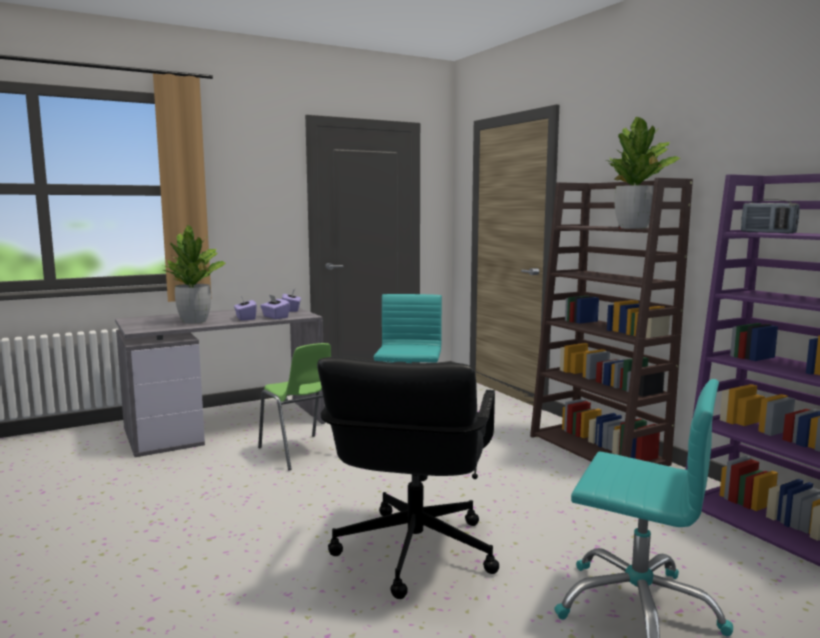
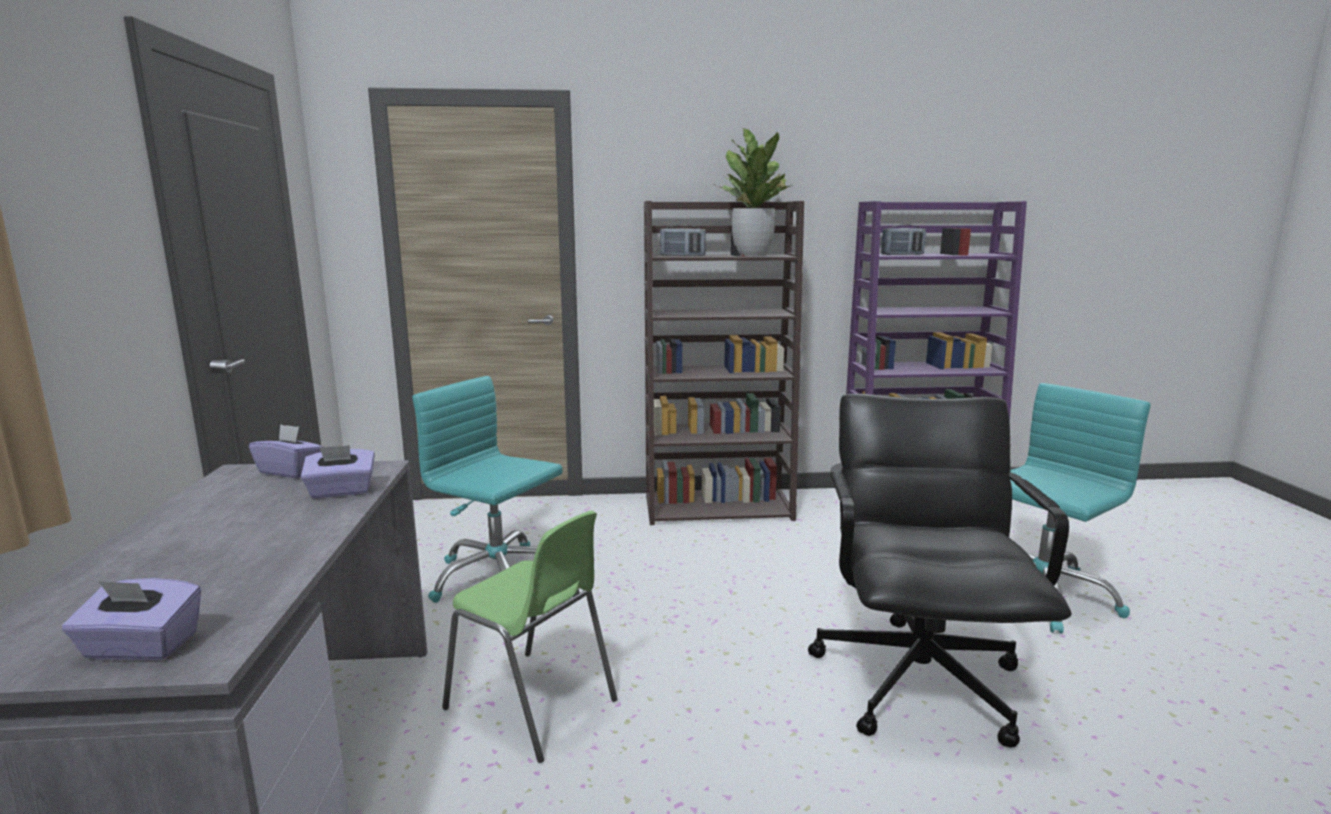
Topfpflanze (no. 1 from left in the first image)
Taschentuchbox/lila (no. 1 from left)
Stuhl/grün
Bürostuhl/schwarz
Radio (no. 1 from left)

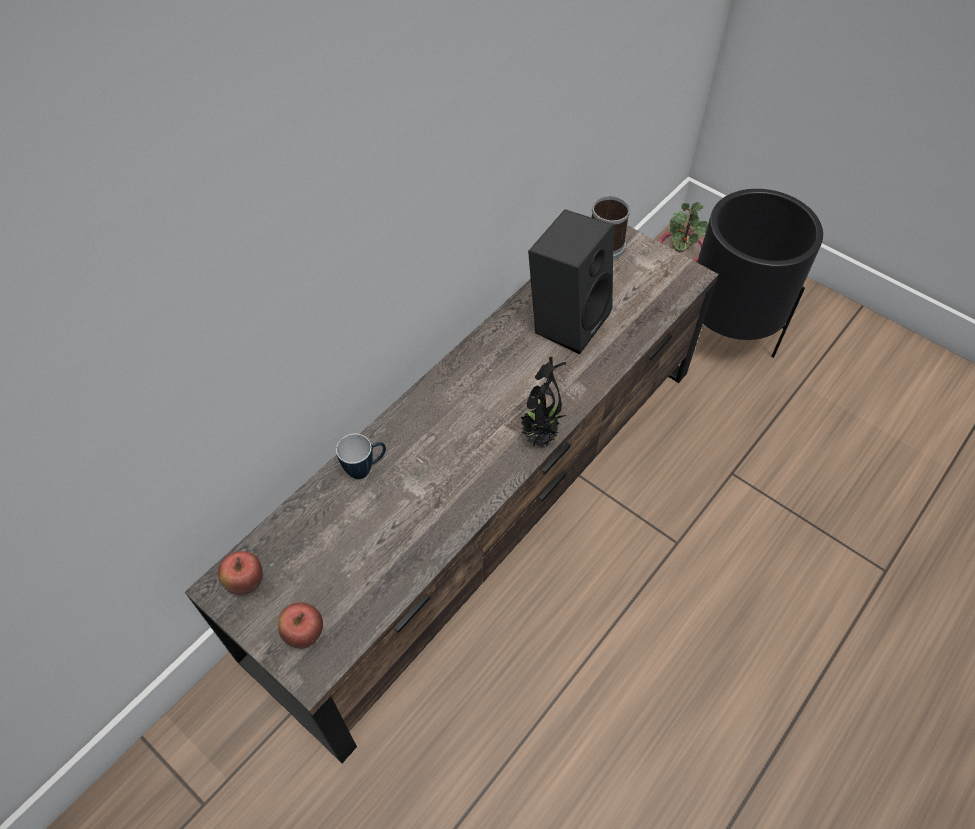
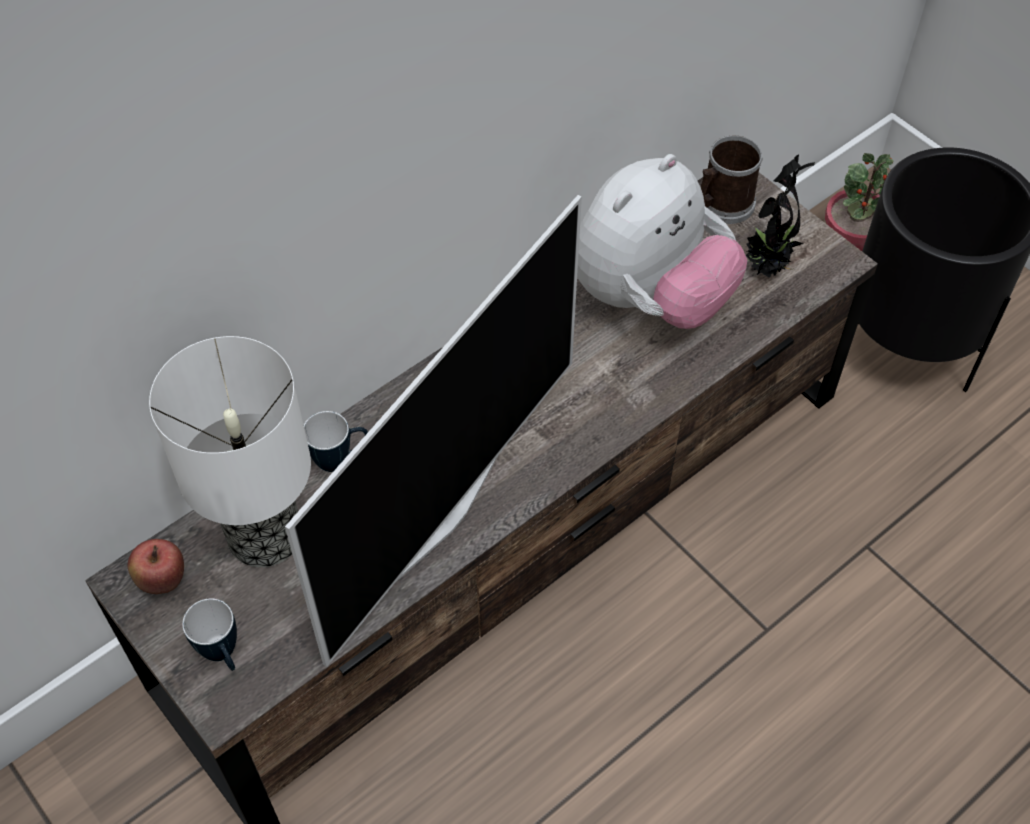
Plüschtier
Topfpflanze (no. 1 from left)
Henkelbecher (no. 1 from left)
Fernseher
Tischlampe

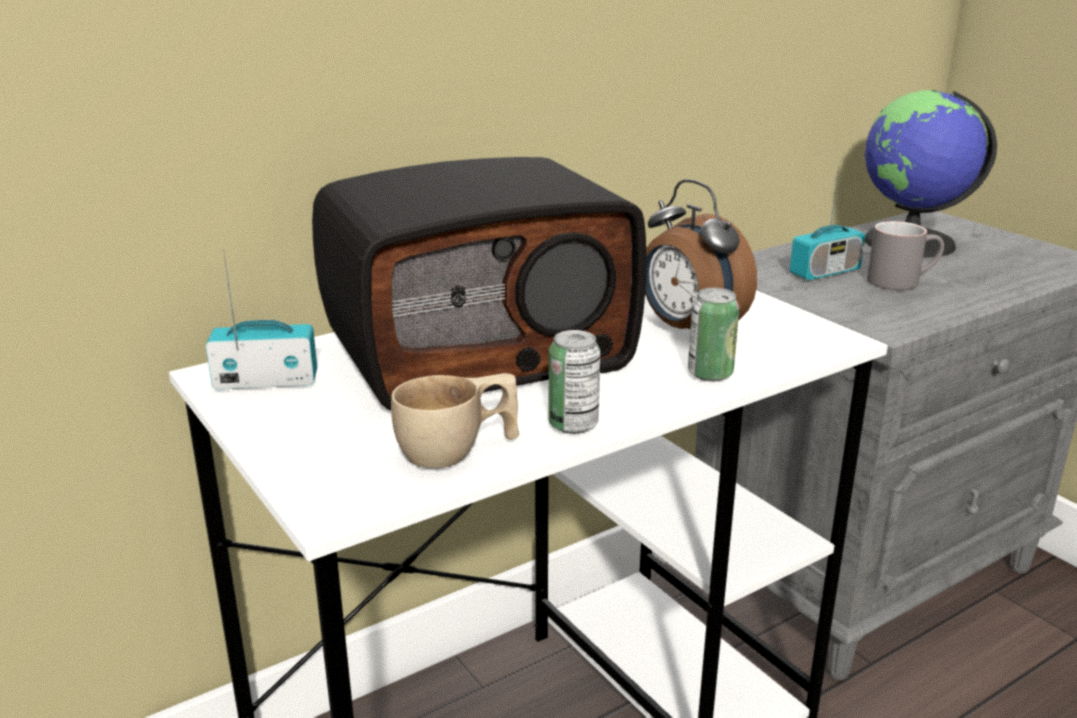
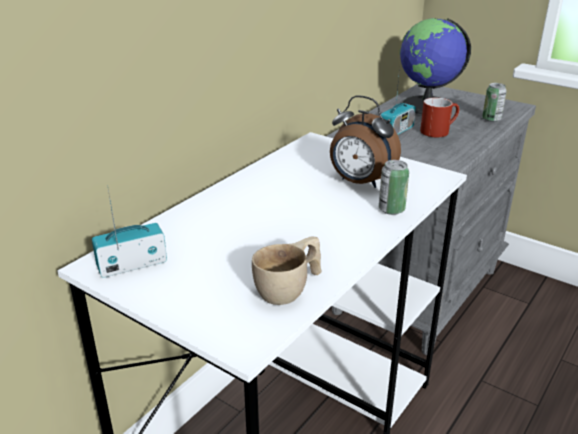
Radio (no. 2 from left in the first image)
Henkelbecher/rot
Dose (no. 2 from left)

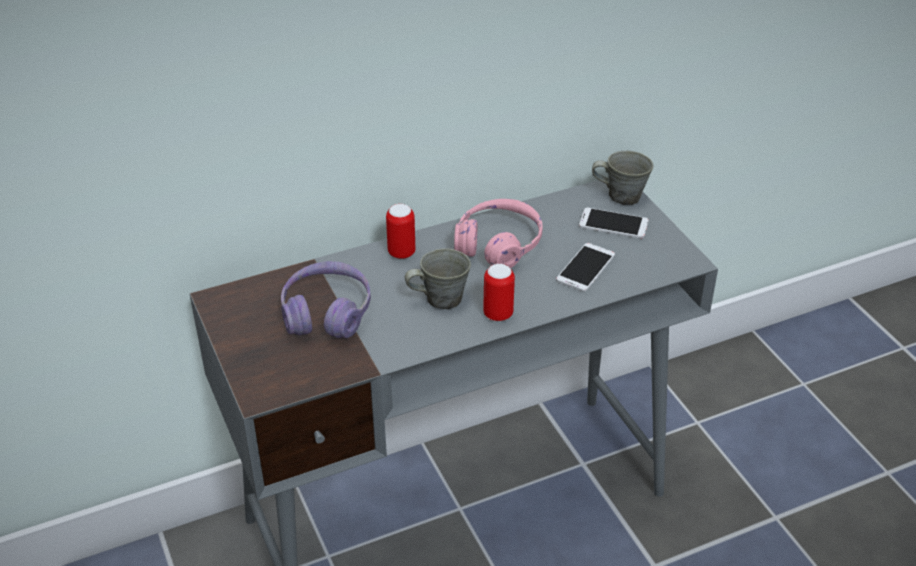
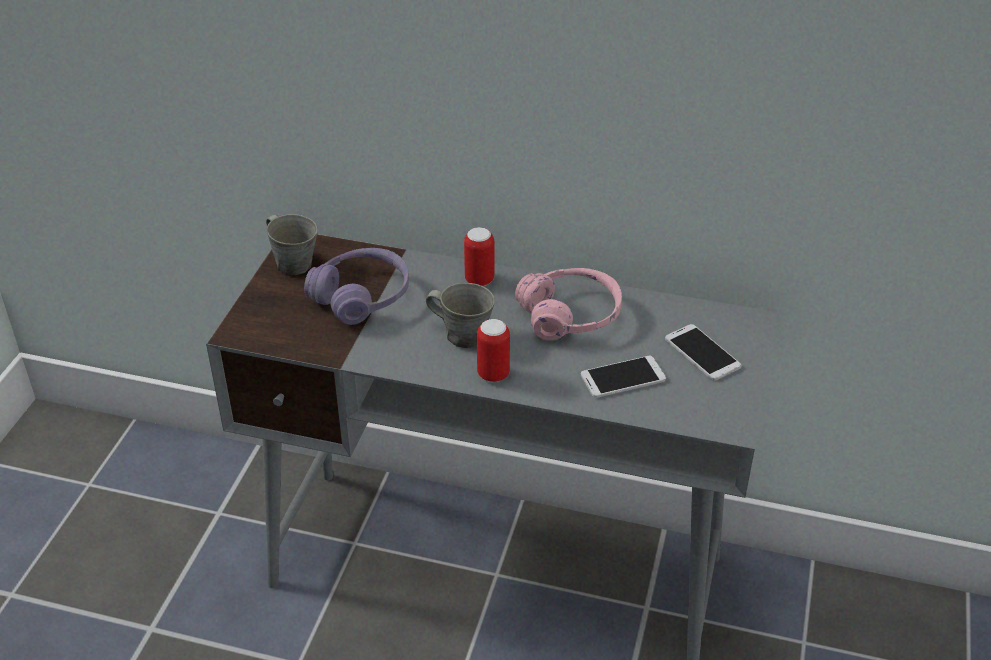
Henkelbecher/grau (no. 1 from left)

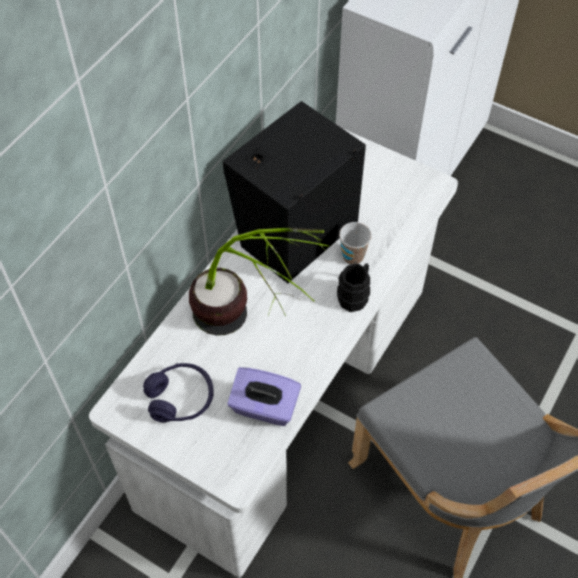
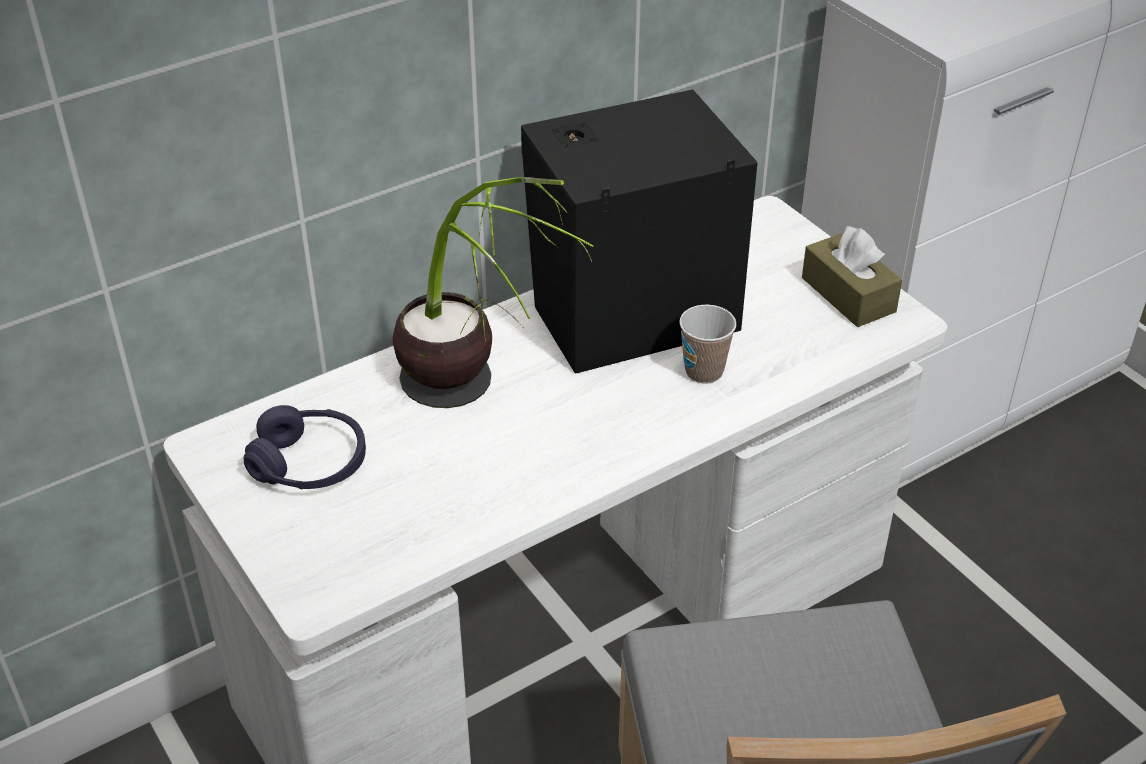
Henkelbecher/schwarz
Taschentuchbox/lila
Taschentuchbox/braun

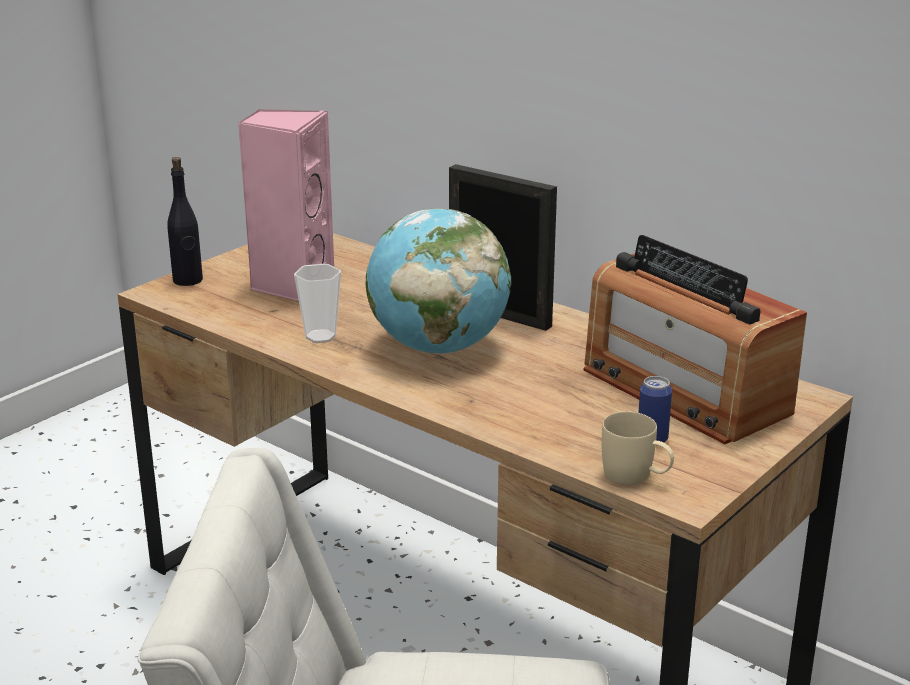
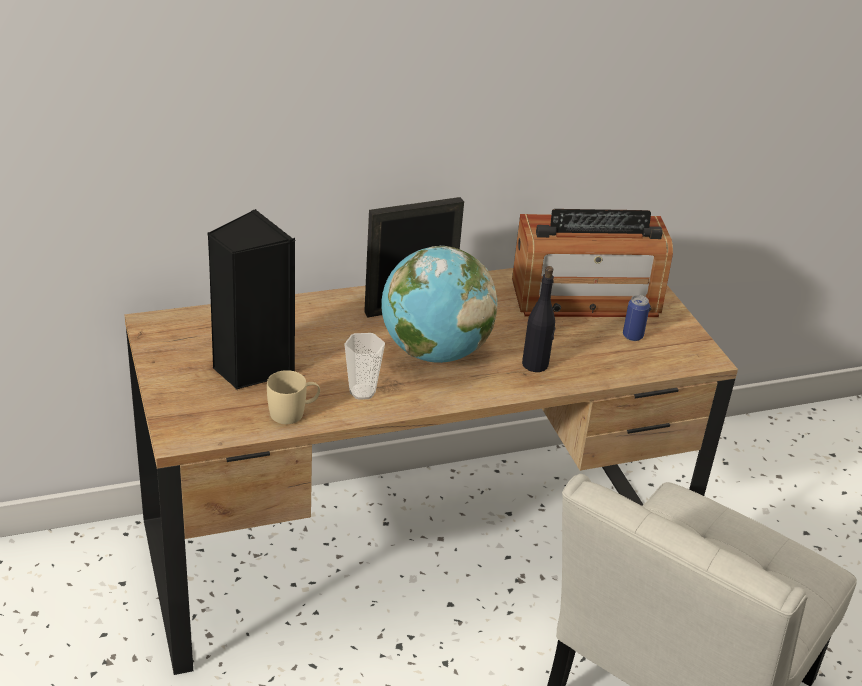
Lautsprecher/schwarz
Flasche/schwarz
Henkelbecher/beige

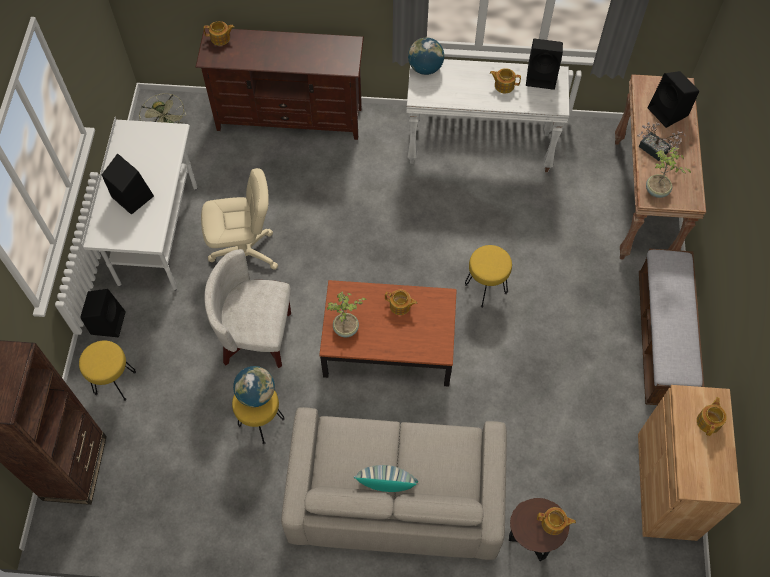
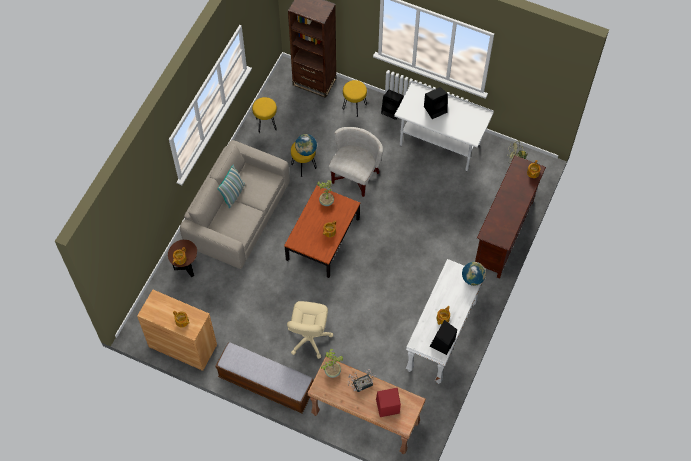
Lautsprecher/rot
Bürostuhl/beige
Hocker/gelb (no. 1 from left)

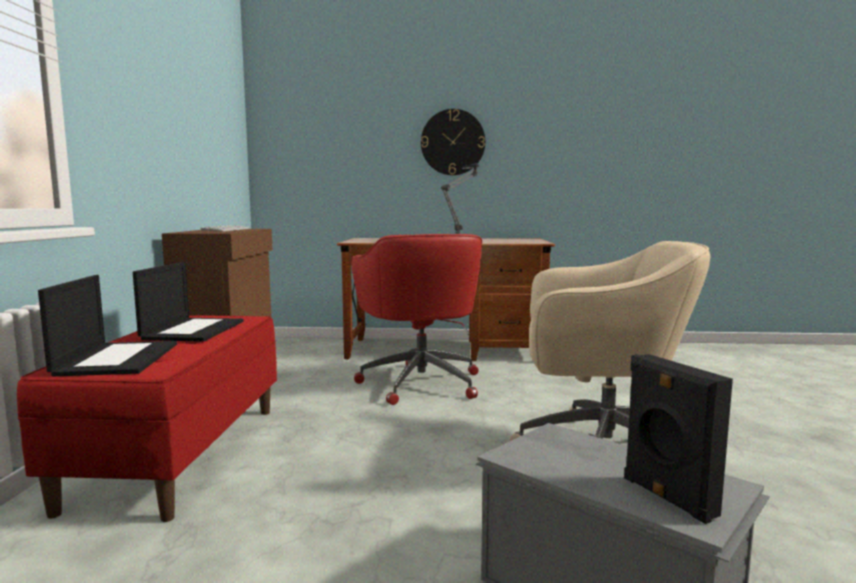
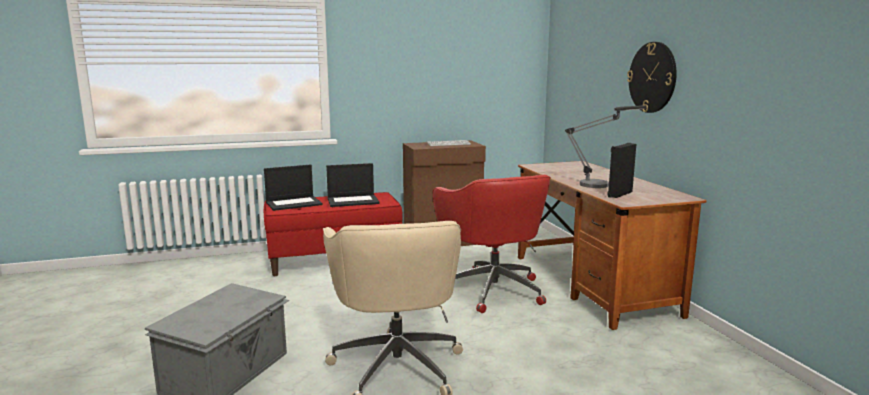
Bürostuhl/rot
Lautsprecher/schwarz

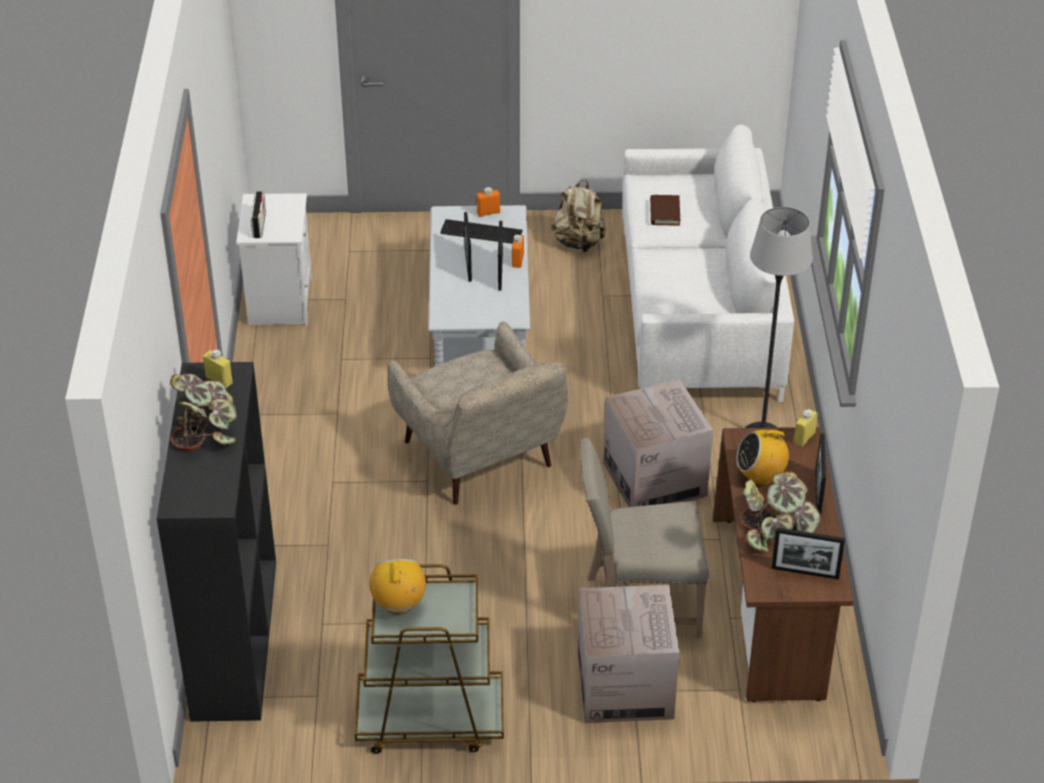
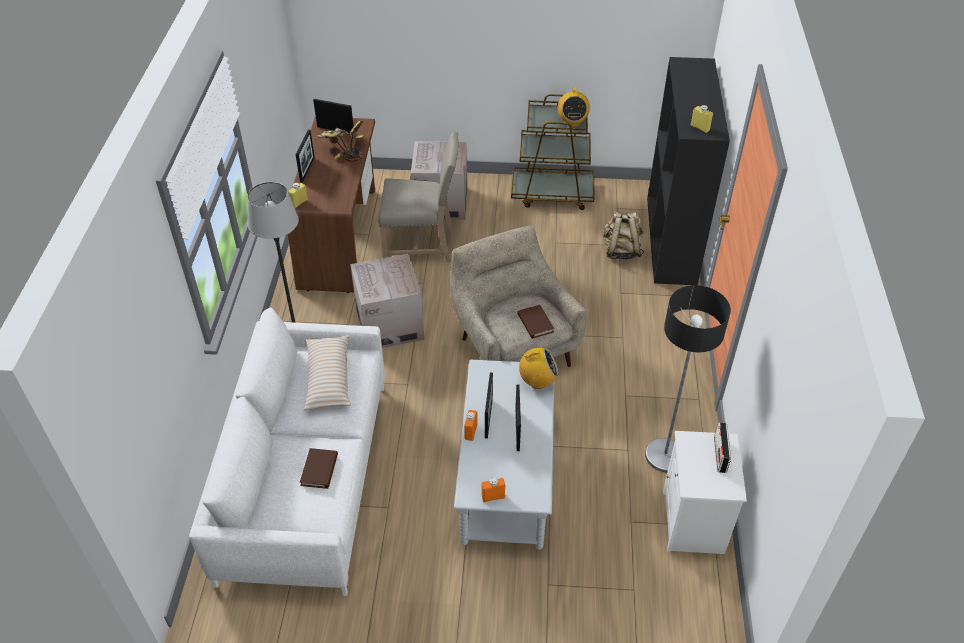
Rucksack/beige
Tastatur
Topfpflanze (no. 1 from left in the first image)
Radio (no. 1 from left)
Stehlampe (no. 2 from left)
Buch/braun (no. 2 from left)
Kissen/beige

